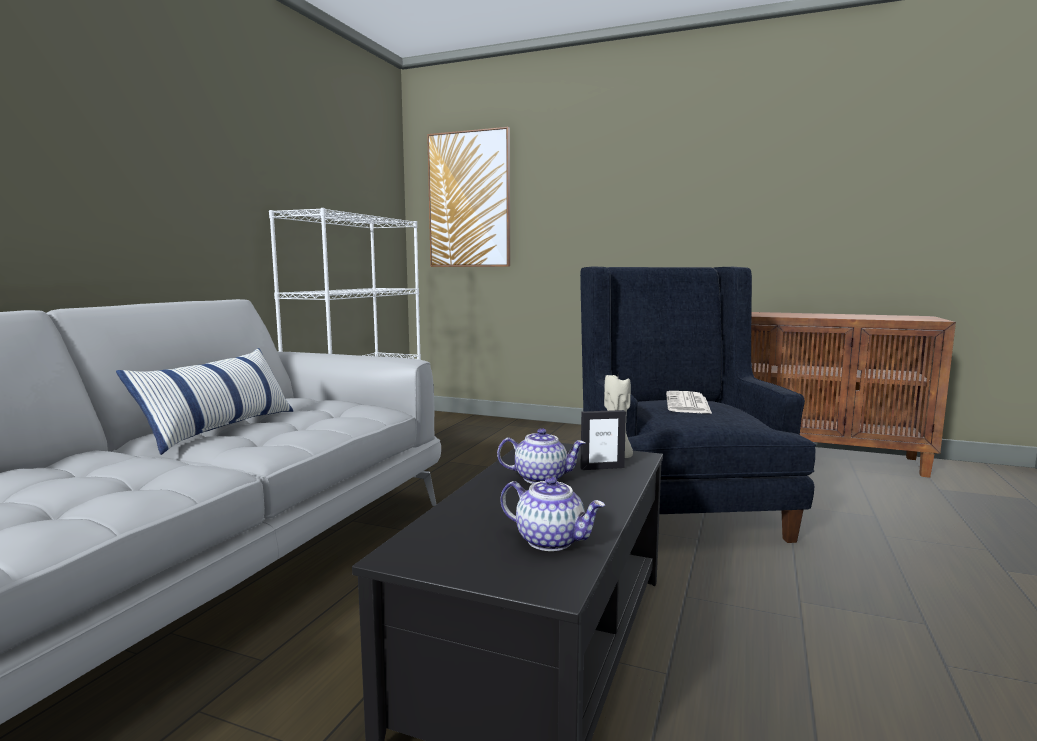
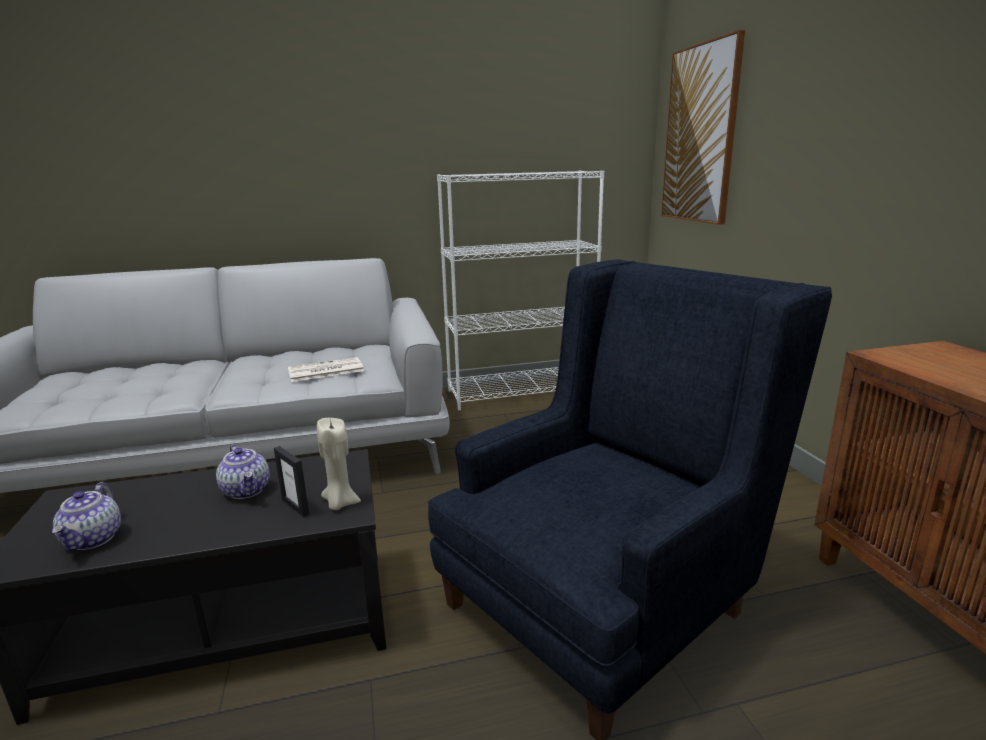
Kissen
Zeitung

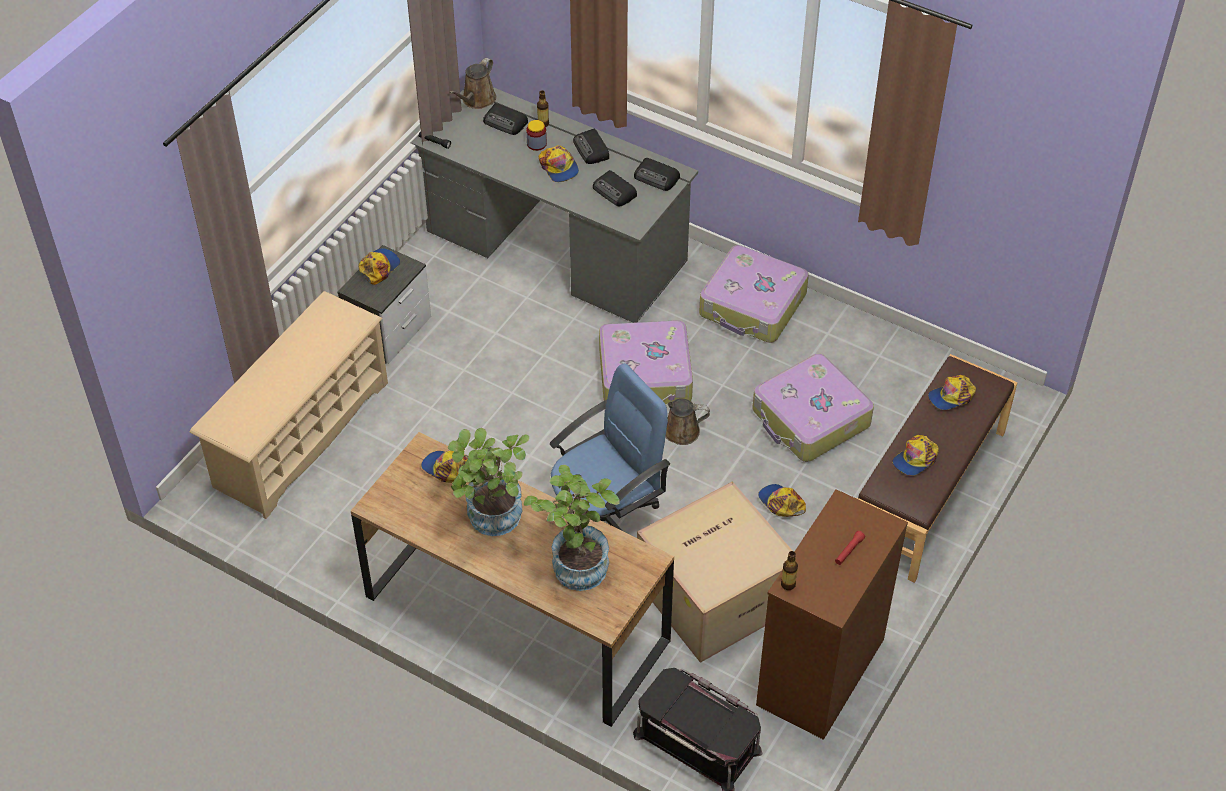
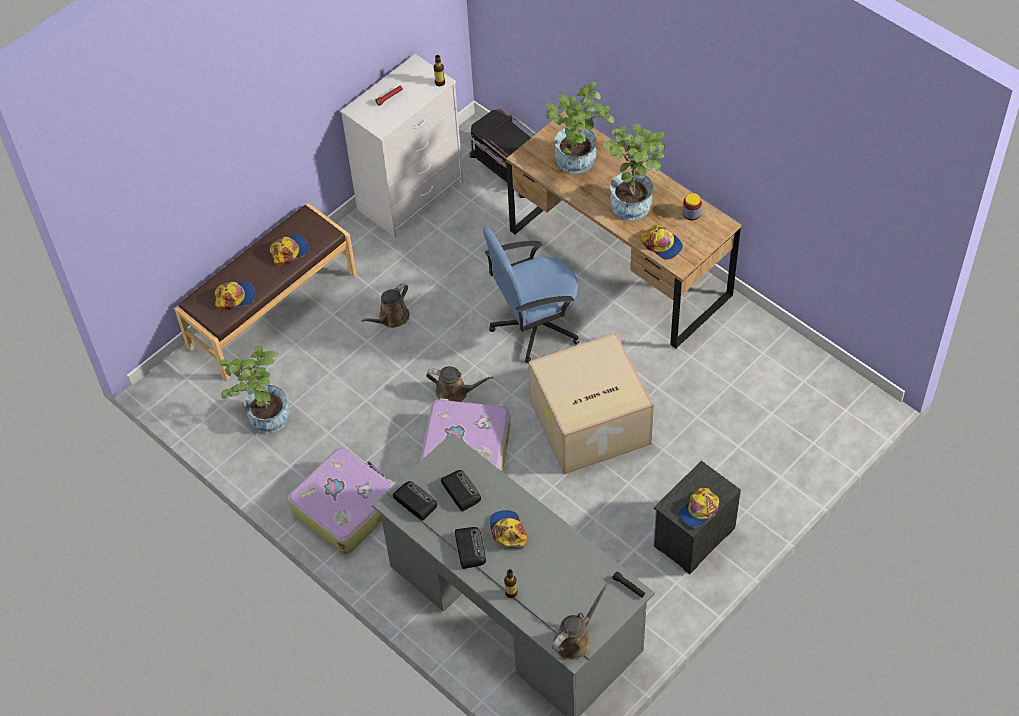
Radio (no. 1 from left in the first image)
Vorratsglas
Schuhregal/beige
Koffer (no. 3 from left in the first image)
Karton
Gießkanne/braun (no. 1 from left)
Kommode/weiß
Topfpflanze (no. 1 from left)

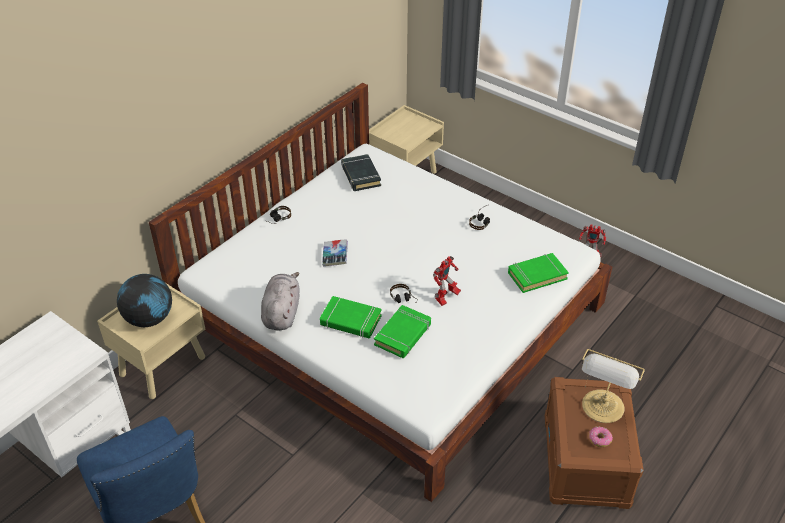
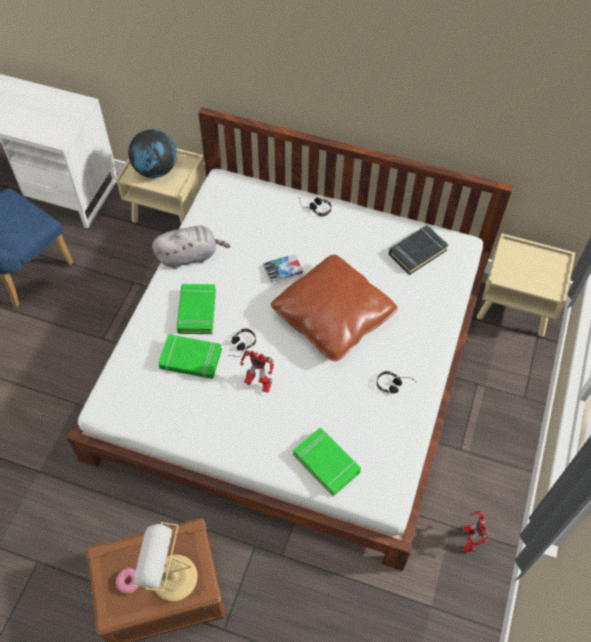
Kissen/braun

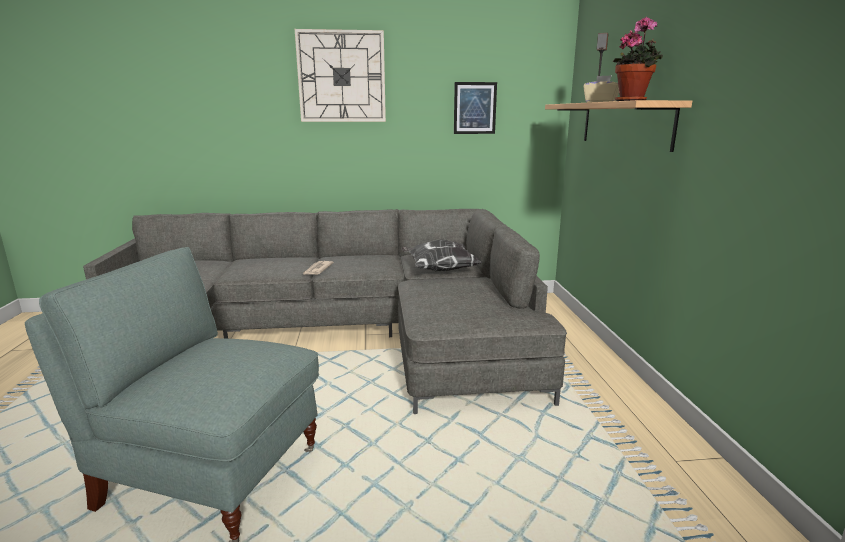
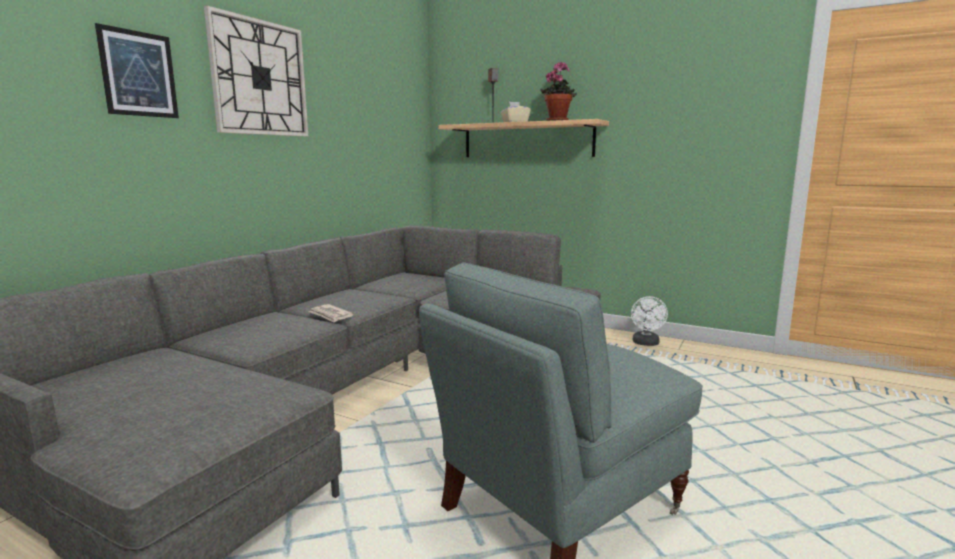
Bild
Kissen
Ventilator/weiß

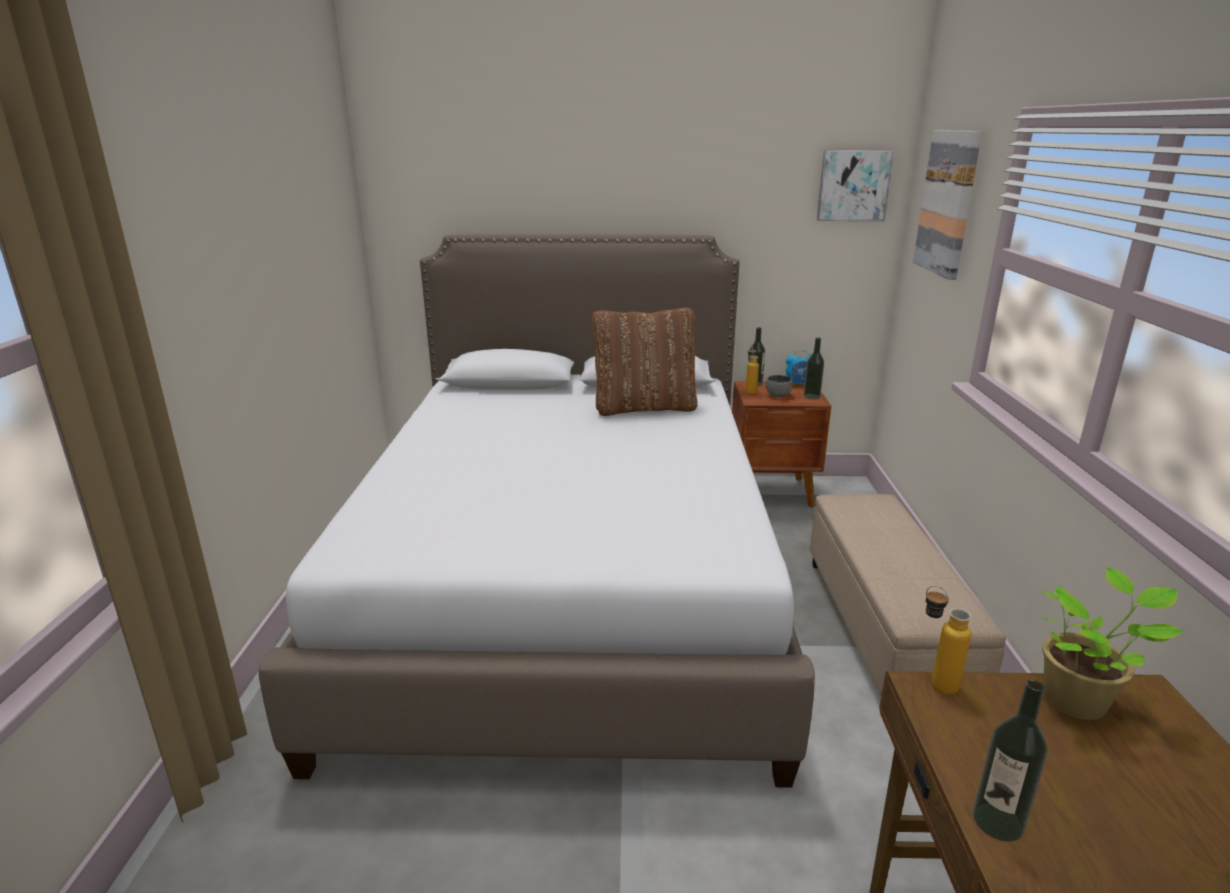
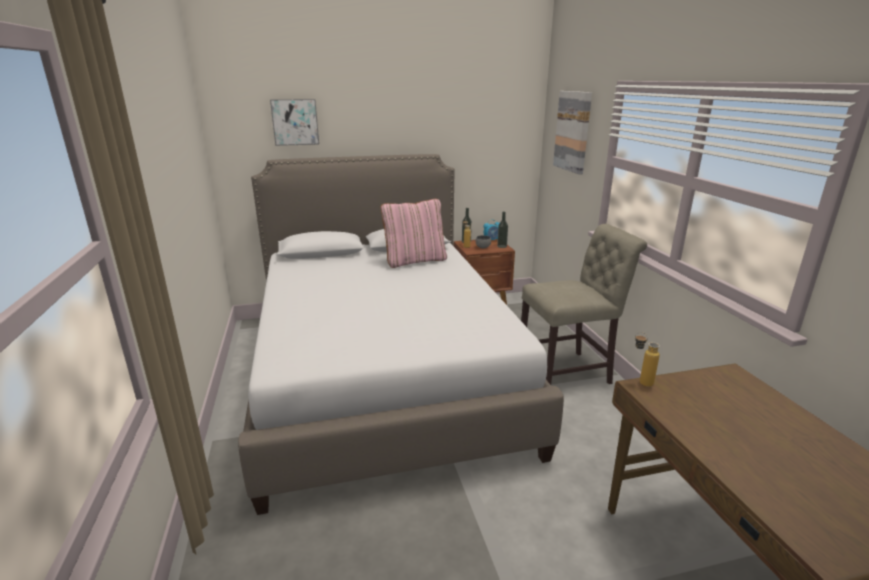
Bild (no. 1 from left)
Kissen/rosa
Stuhl/beige
Topfpflanze
Flasche (no. 5 from left in the first image)

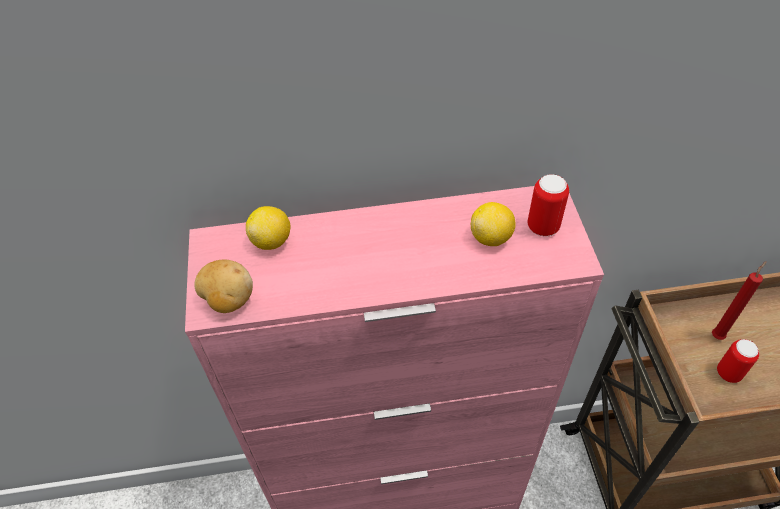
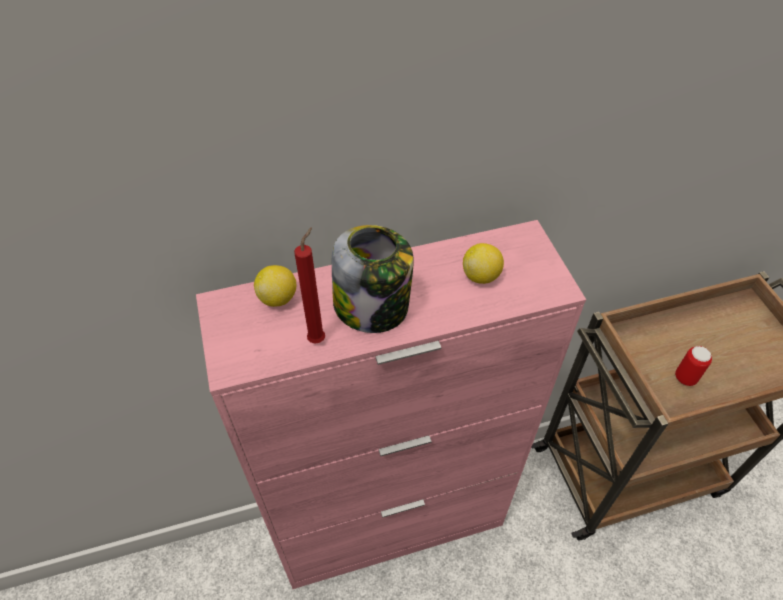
Dose (no. 1 from left in the first image)
Kartoffel
Kerze/rot
Vorratsglas

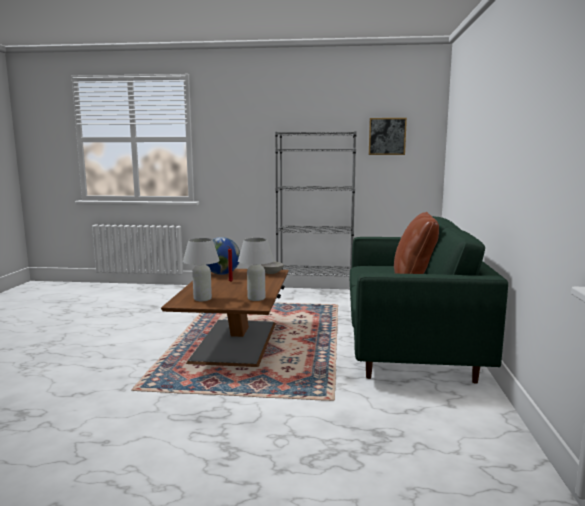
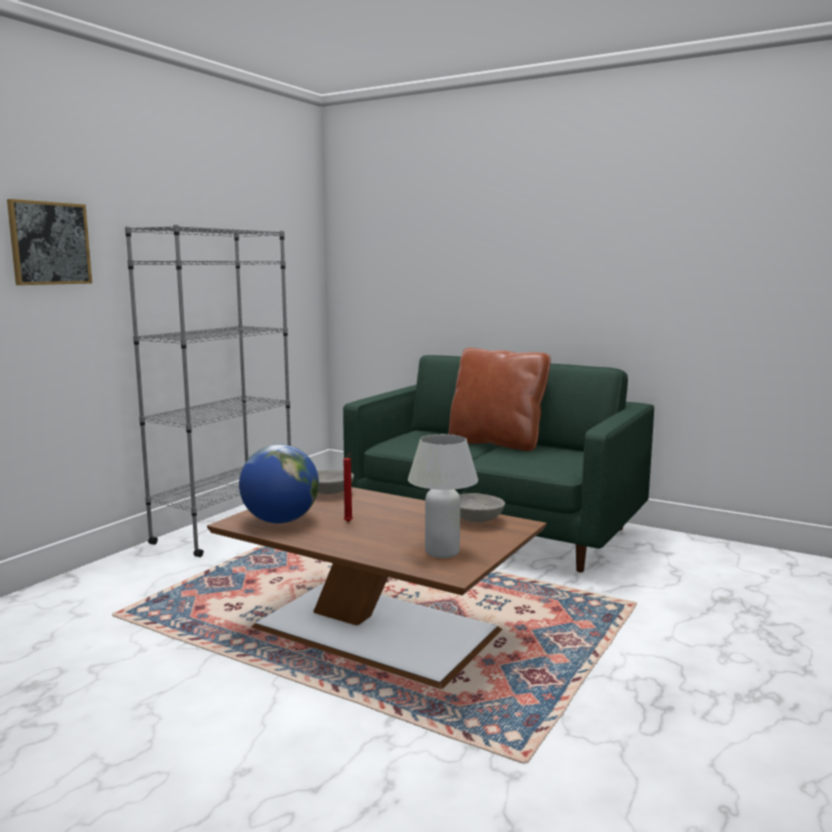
Bild
Schüssel/grau (no. 2 from left)

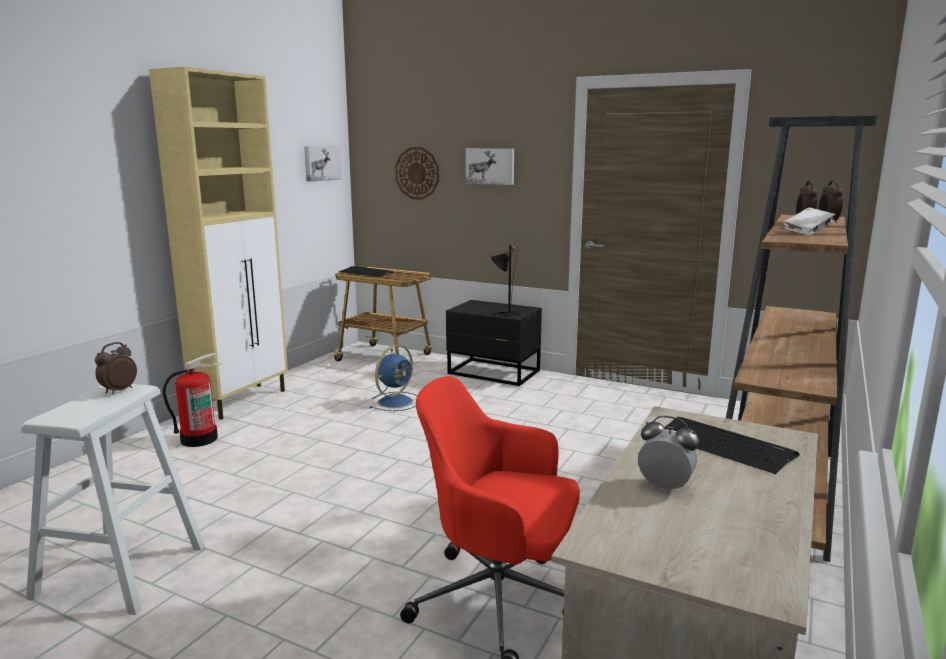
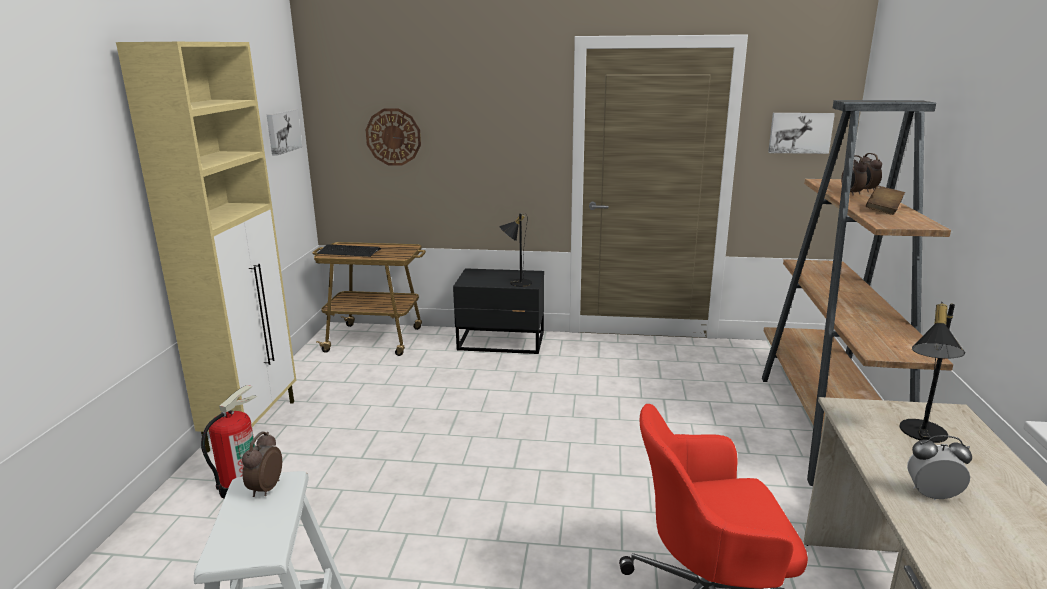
Bild (no. 2 from left)
Buch/braun
Ventilator/blau
Tischlampe/schwarz (no. 2 from left)

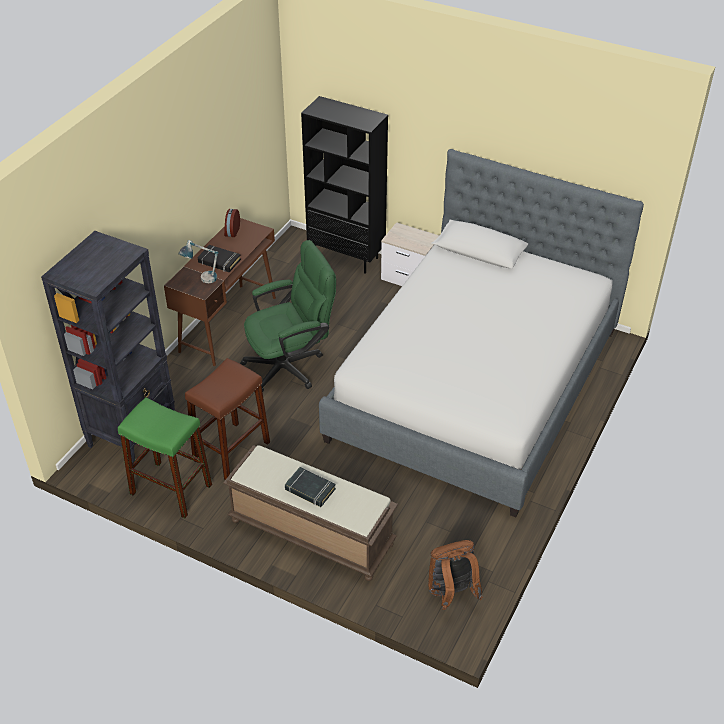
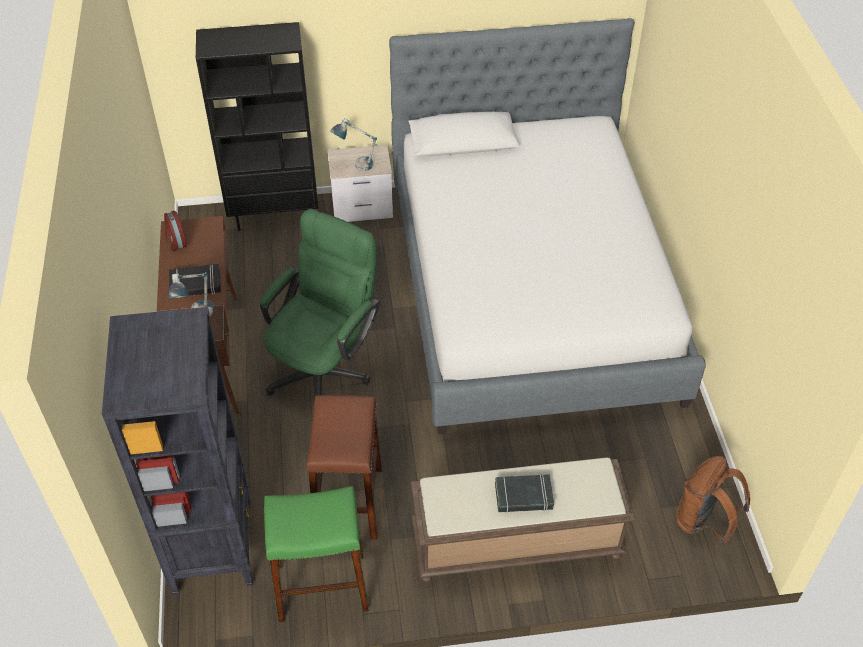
Tischlampe (no. 2 from left)

